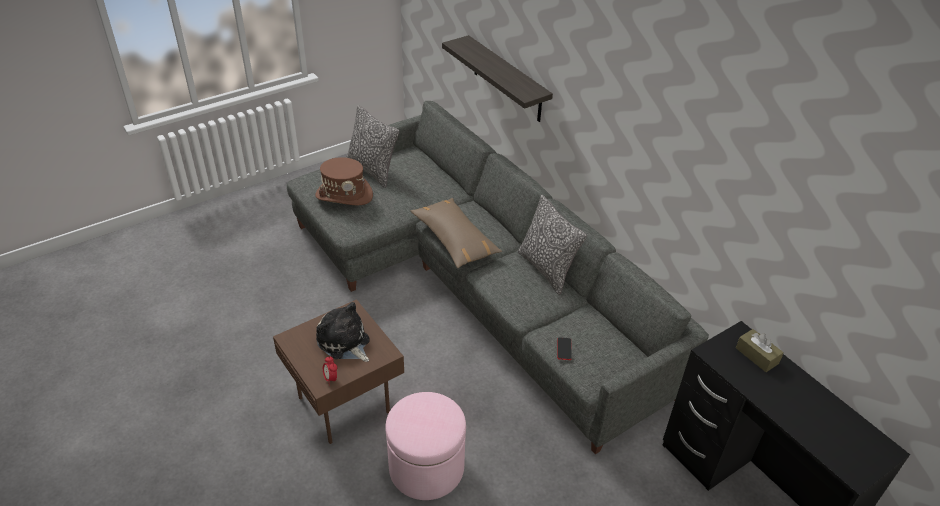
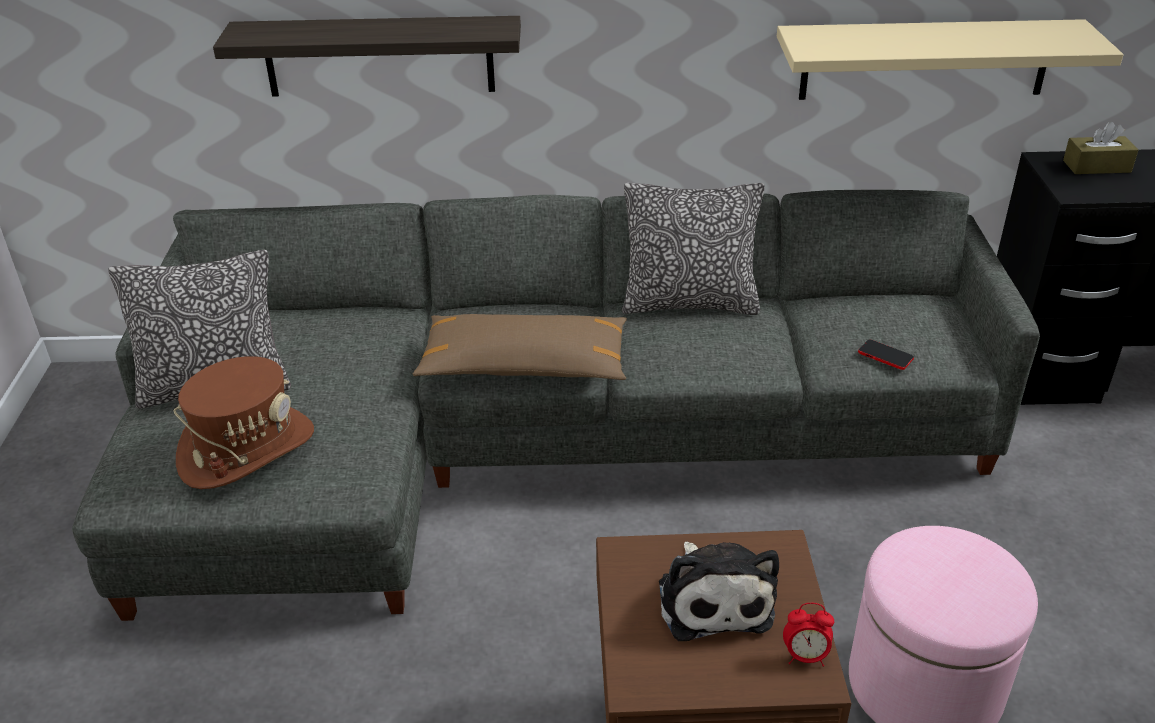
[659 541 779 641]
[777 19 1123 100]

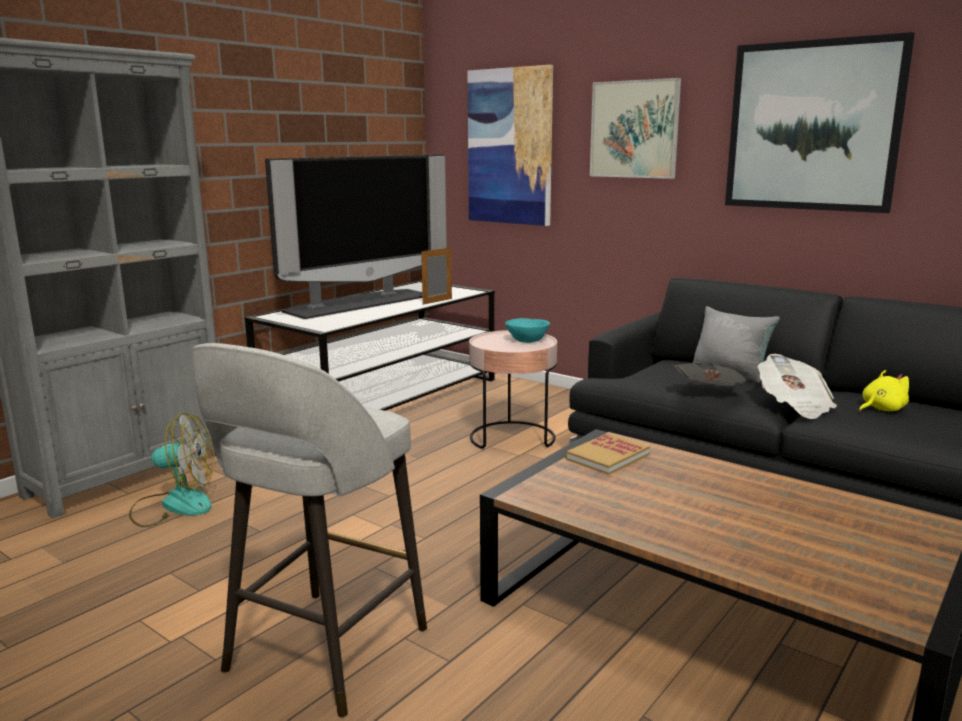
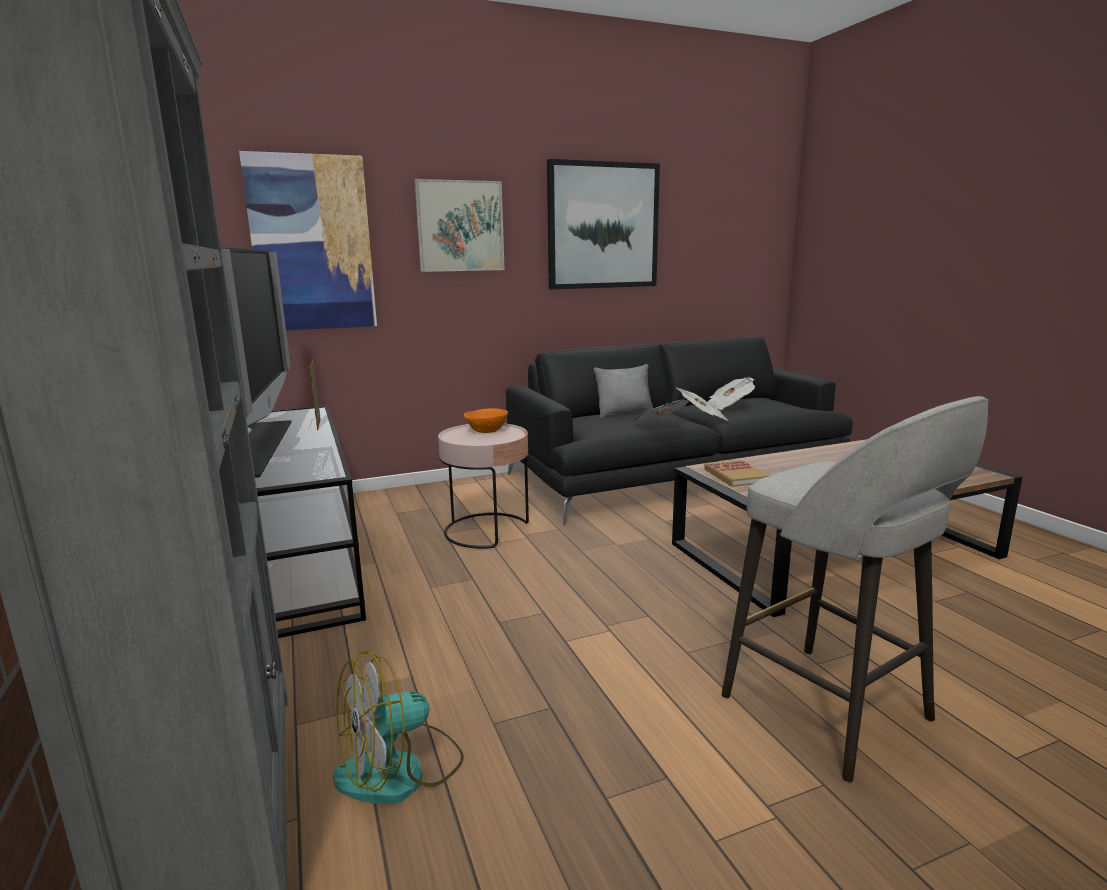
[333 651 464 804]
[464 409 508 433]
[708 377 755 410]

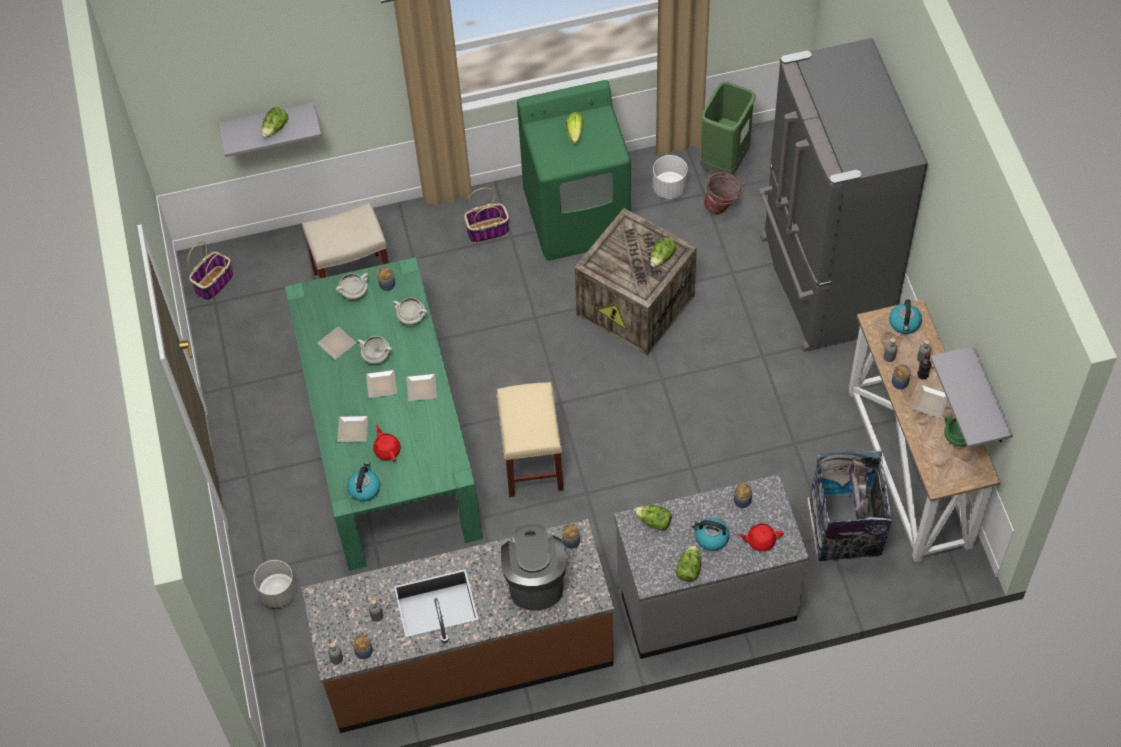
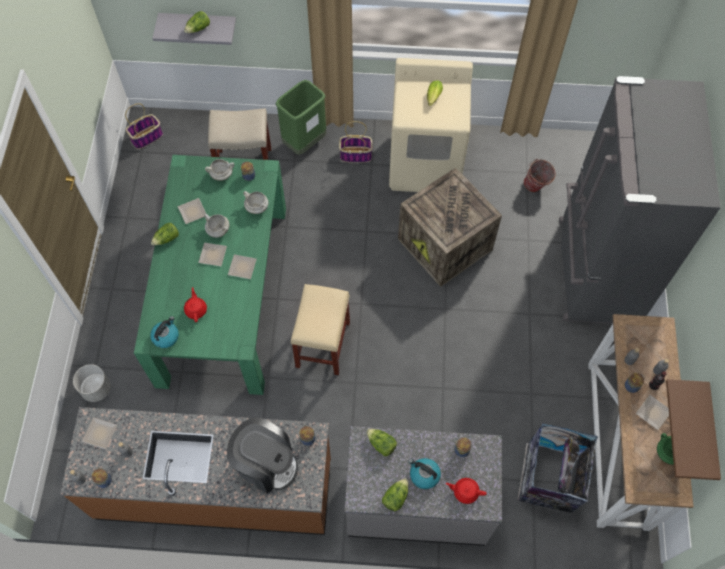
[82 417 117 449]
[227 417 298 494]
[389 58 473 192]
[151 223 179 245]
[653 155 688 199] (first image)
[275 80 326 155]
[889 299 922 334] (first image)
[666 379 721 480]

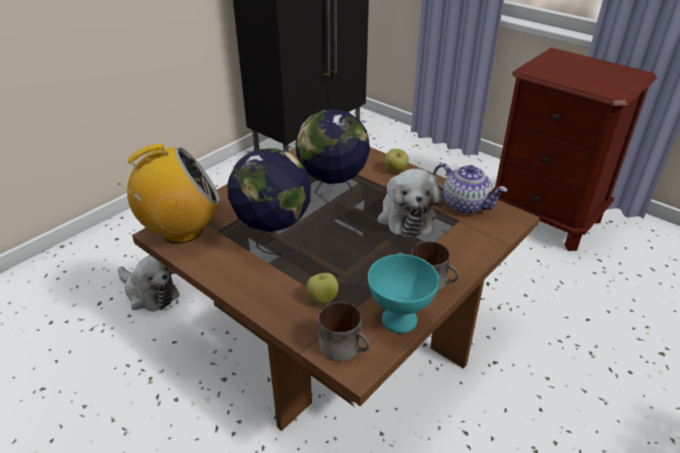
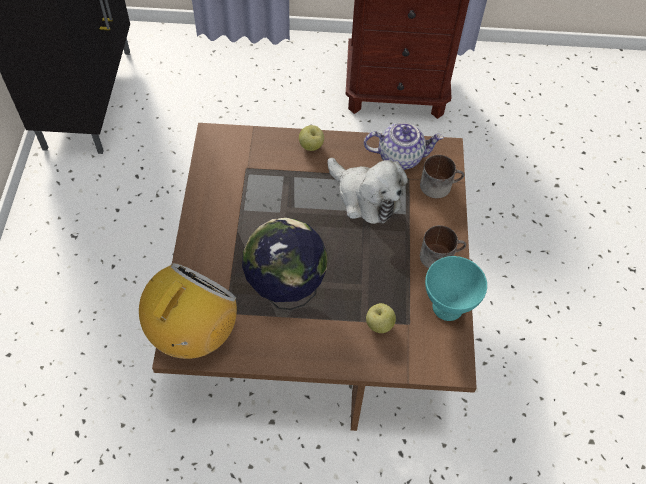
[118 255 180 312] (first image)
[295 109 370 204] (first image)
[420 155 464 198]

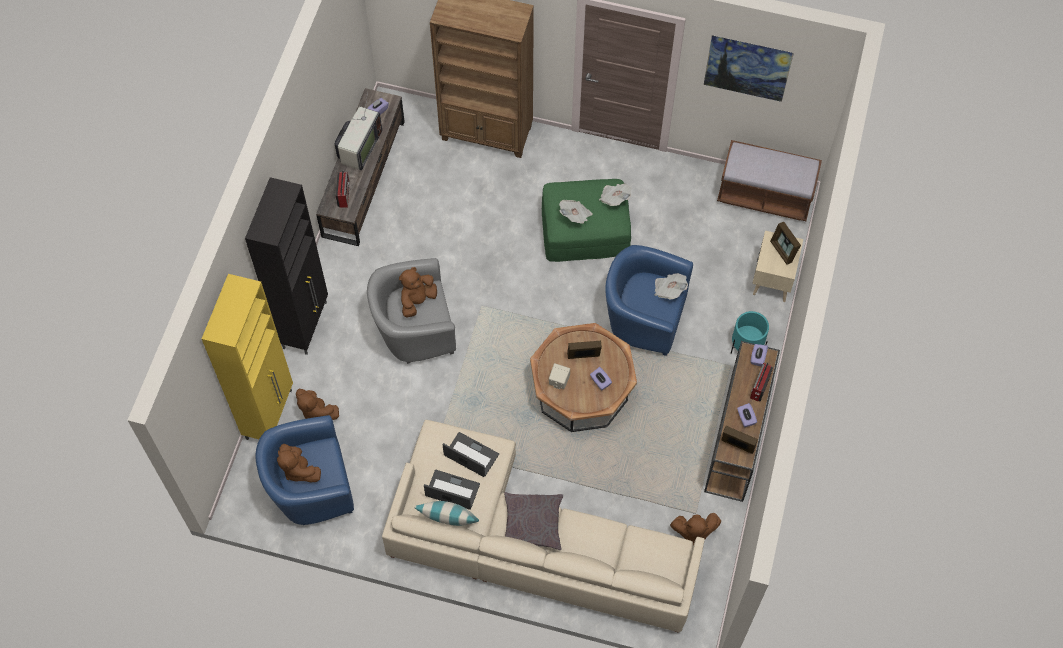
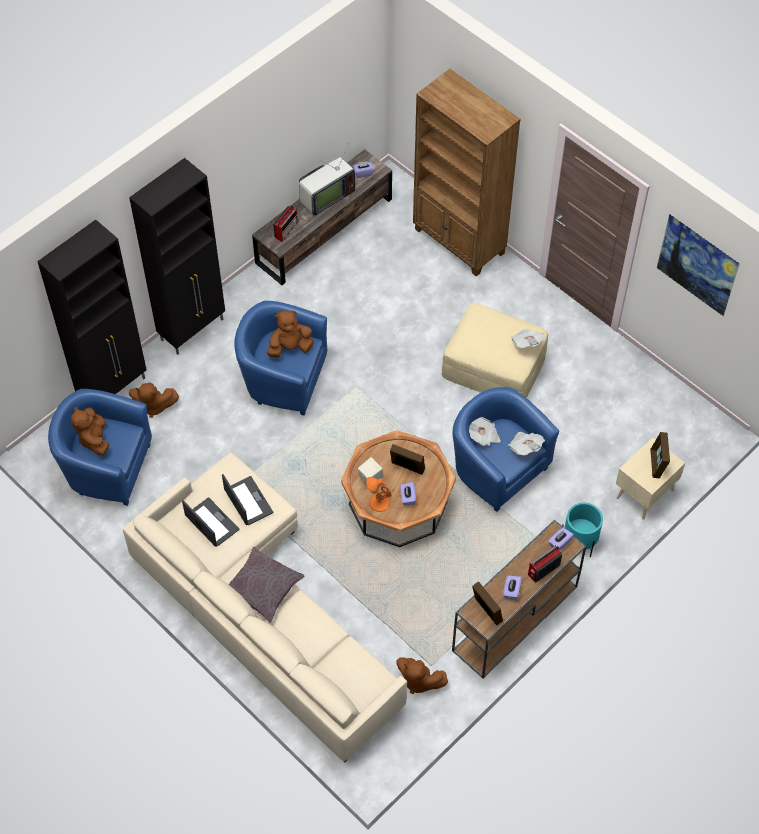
[37 220 147 394]
[129 382 179 418]
[234 301 327 416]
[414 501 479 526] (first image)
[442 303 548 398]
[469 417 501 446]
[717 140 822 221] (first image)
[366 477 392 512]

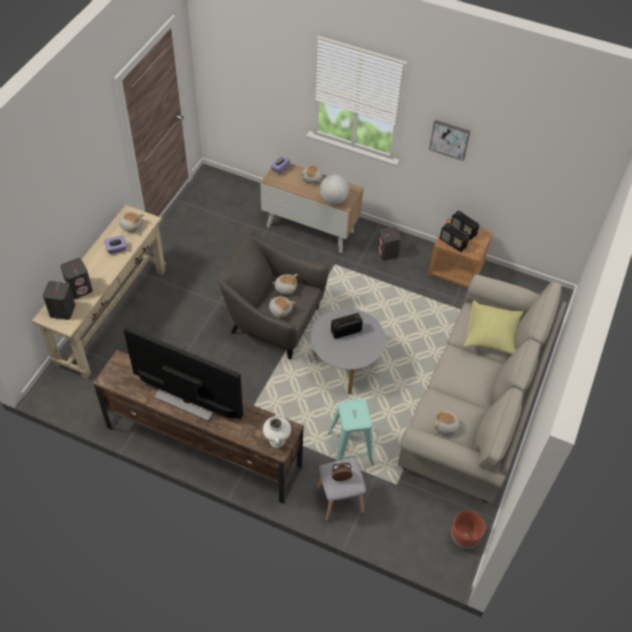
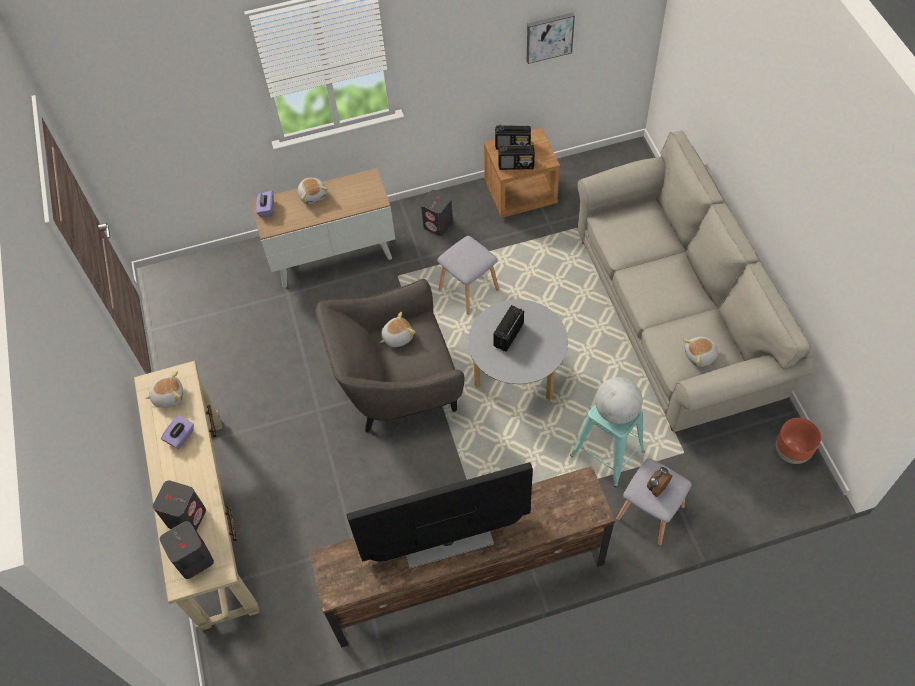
[263 414 291 448] (first image)
[269 296 295 318] (first image)
[595 377 643 424]
[527 13 575 64]
[464 300 523 355] (first image)
[437 236 499 315]

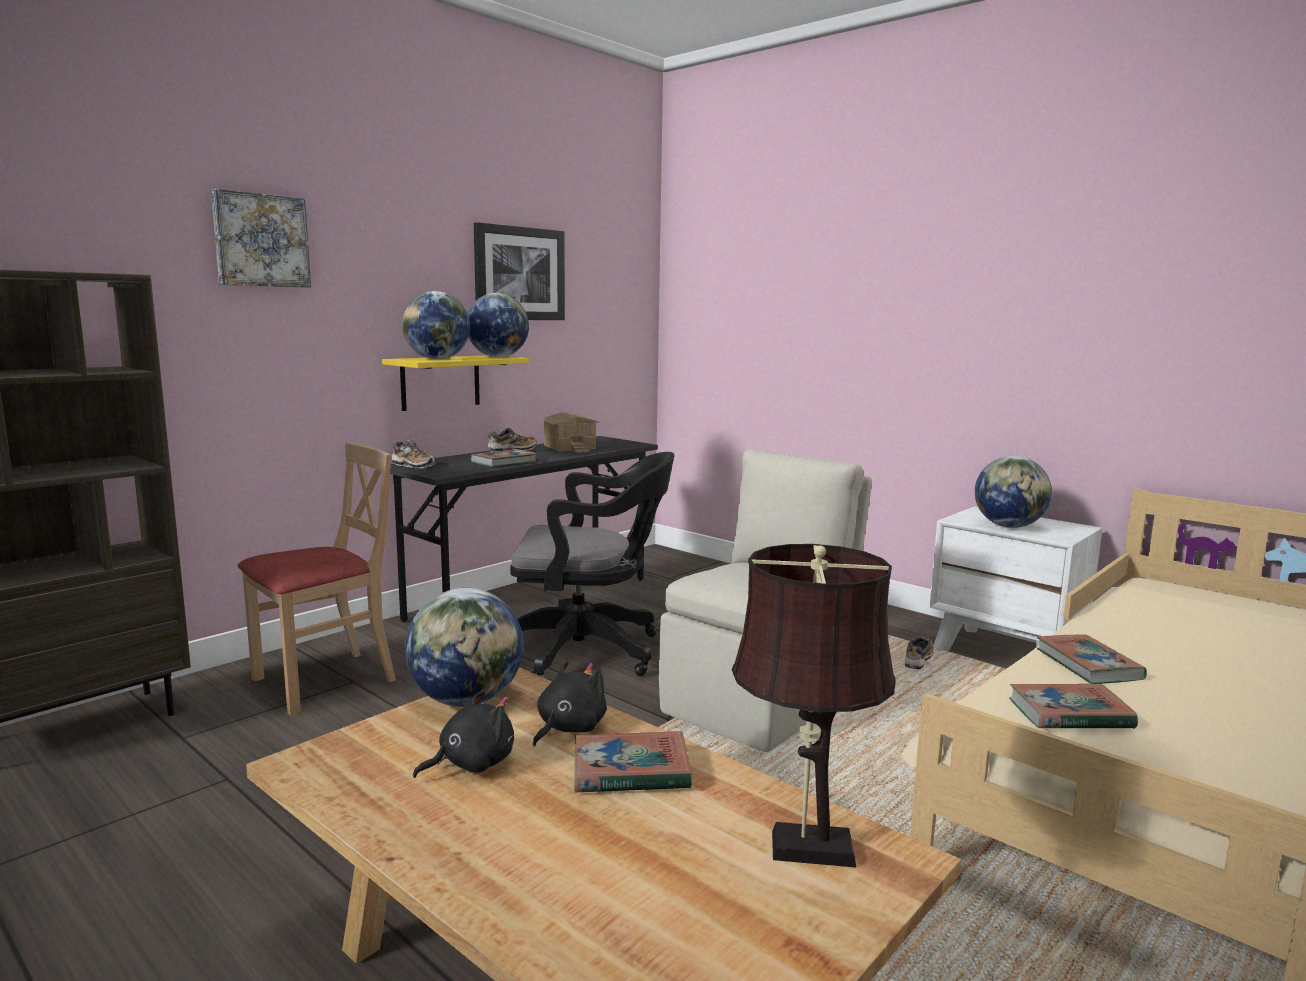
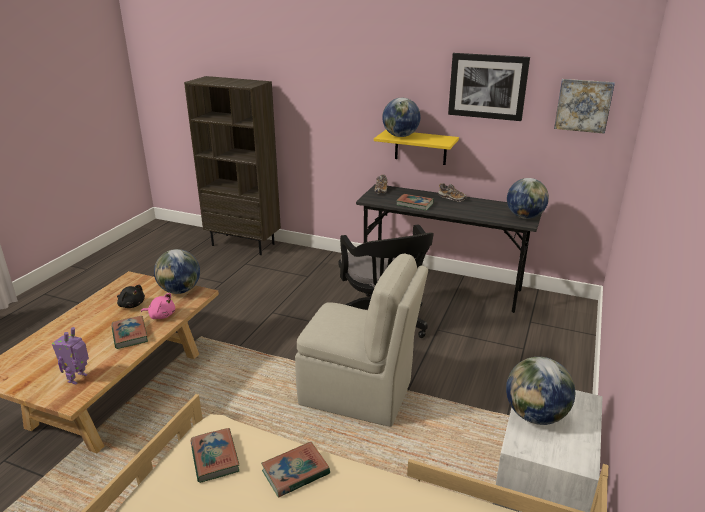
[554 79 615 134]
[237 442 396 716] (first image)
[507 178 549 219]
[141 293 175 319]
[539 412 600 453] (first image)
[52 327 89 385]
[905 637 934 670] (first image)

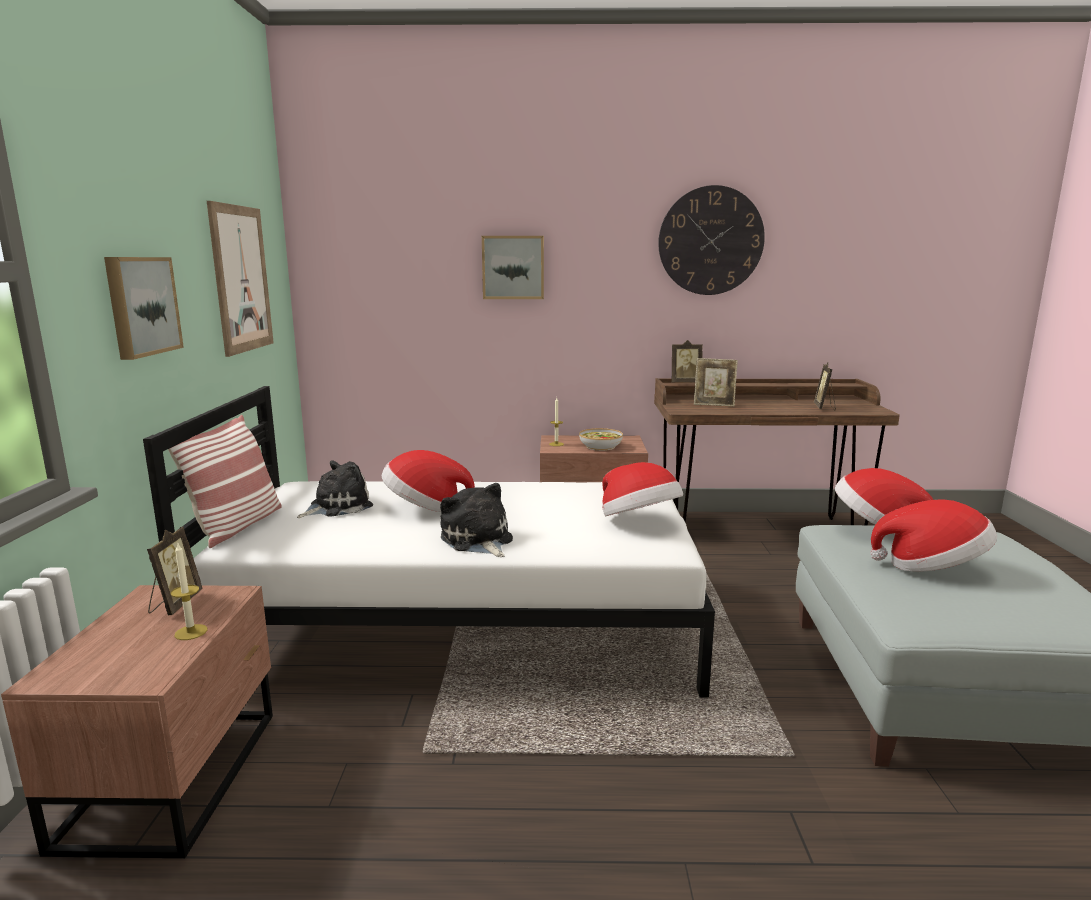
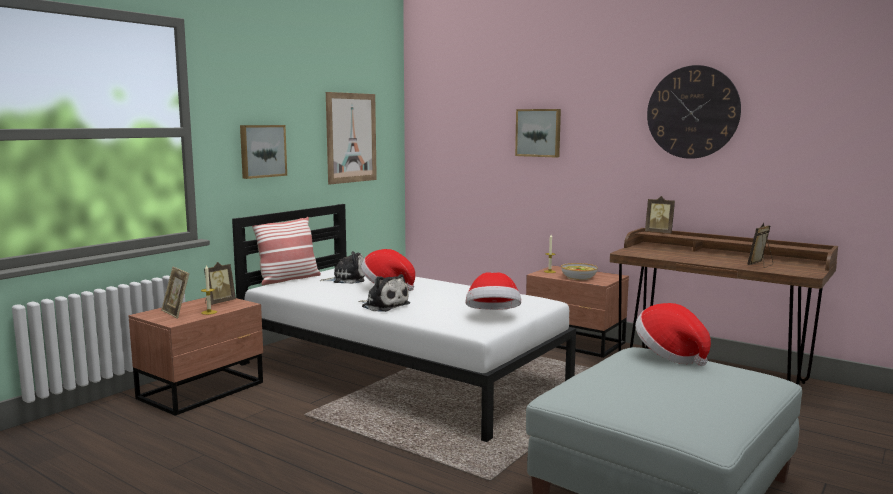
[358 274 410 312]
[161 266 189 318]
[870 499 997 572] (first image)

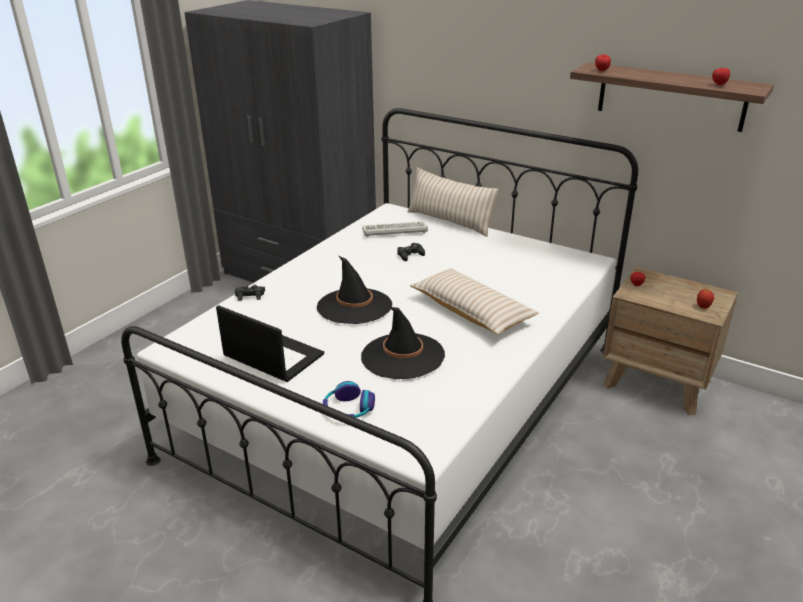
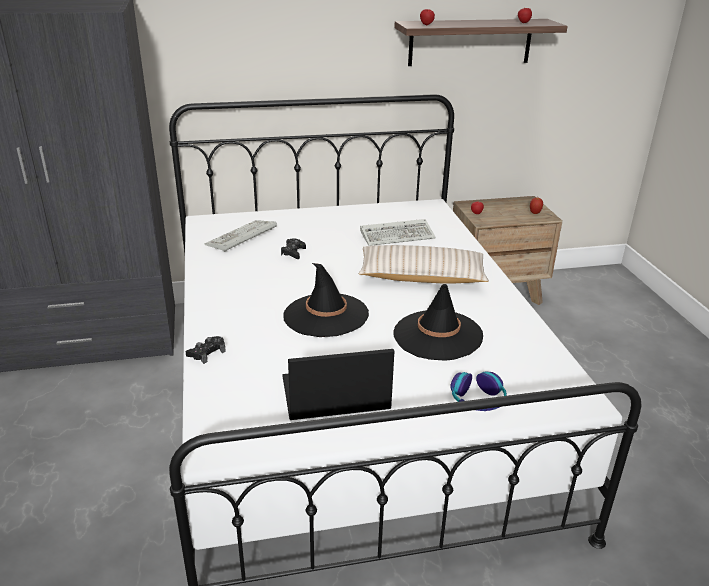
[407 167 499 237] (first image)
[360 219 436 246]

